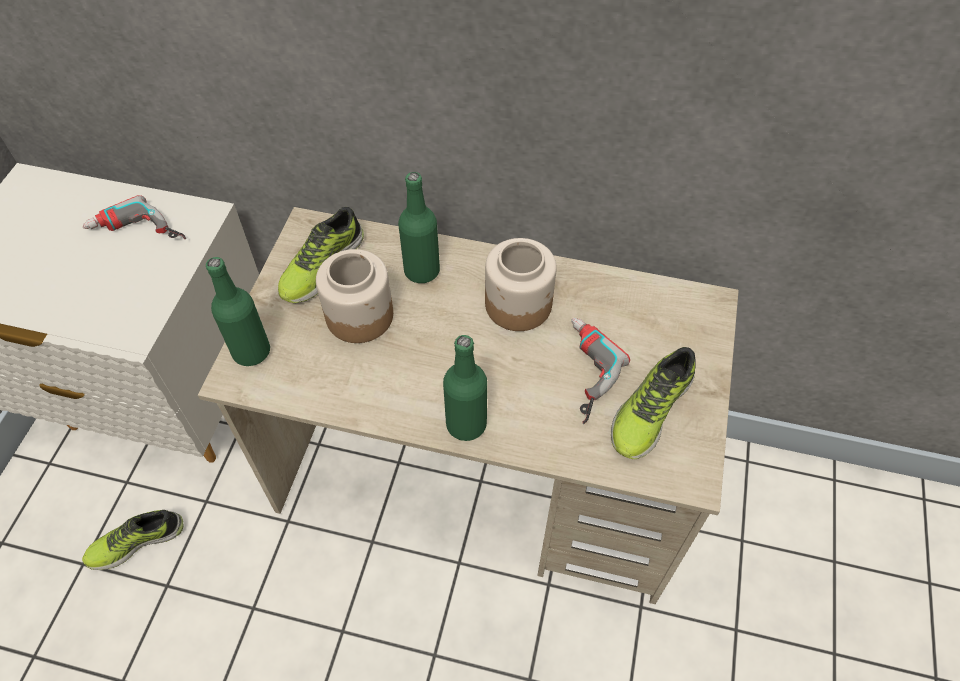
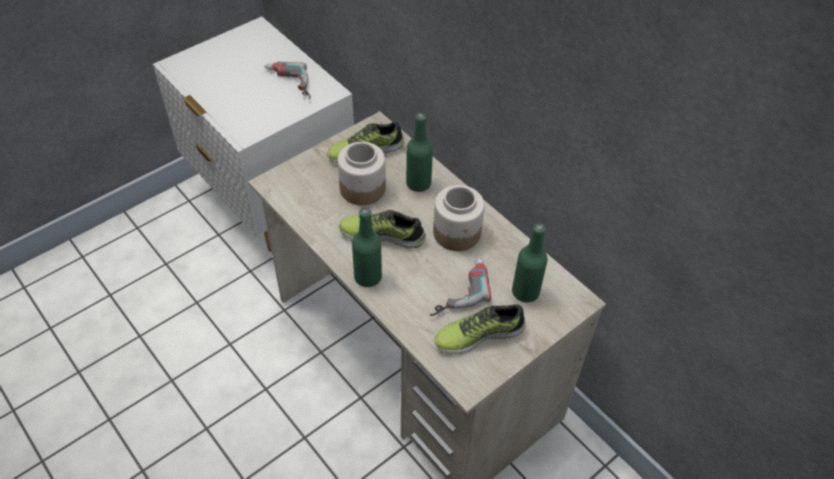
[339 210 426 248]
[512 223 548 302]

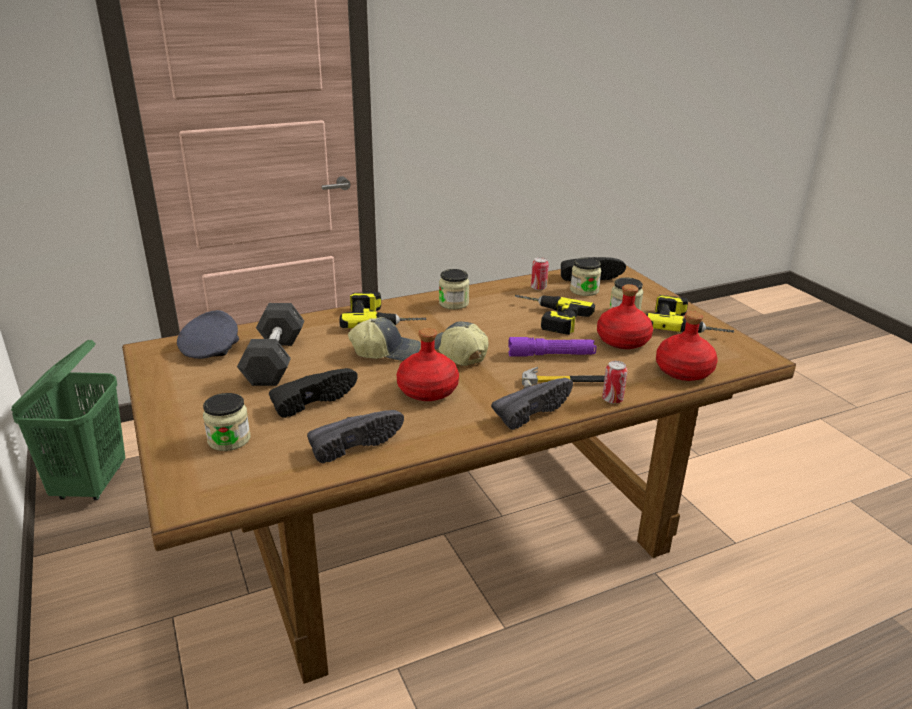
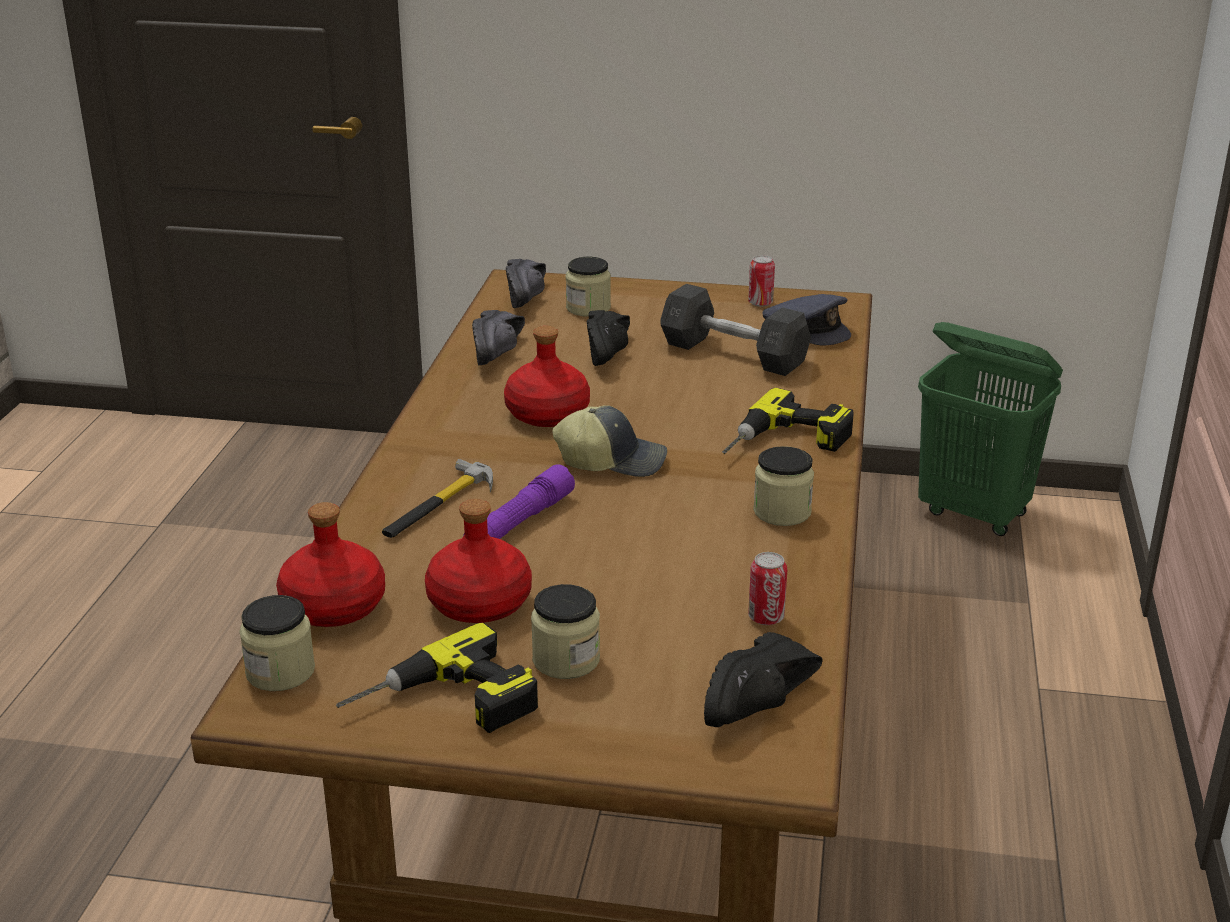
[348 317 421 361] (first image)
[506 259 546 308]
[515 295 595 335] (first image)
[239 595 315 691]
[748 255 775 307]

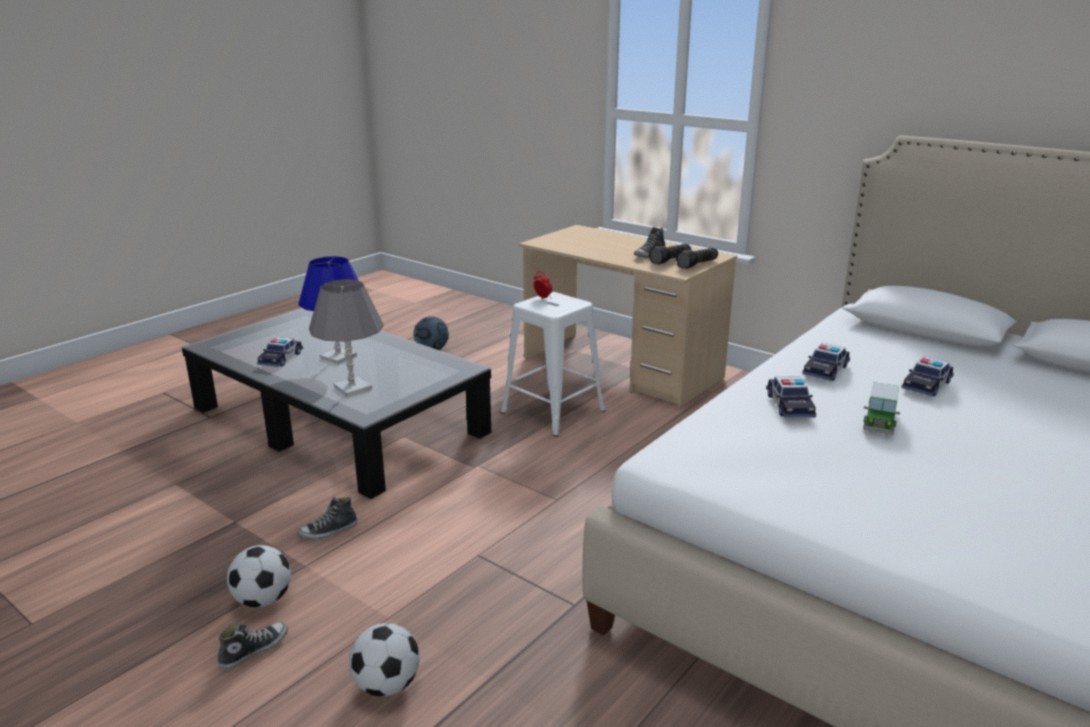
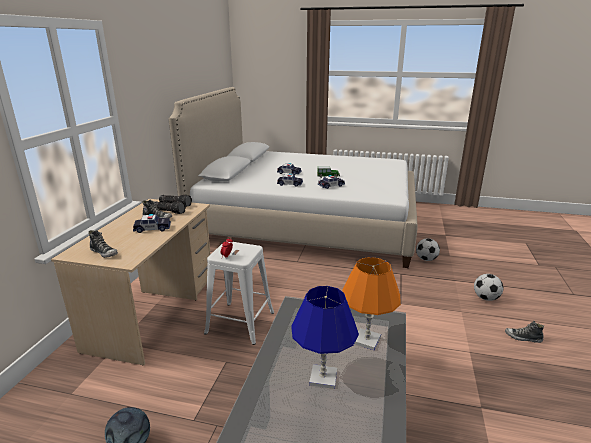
[416 238 440 261]
[133 214 171 233]
[88 230 118 258]
[342 257 401 350]

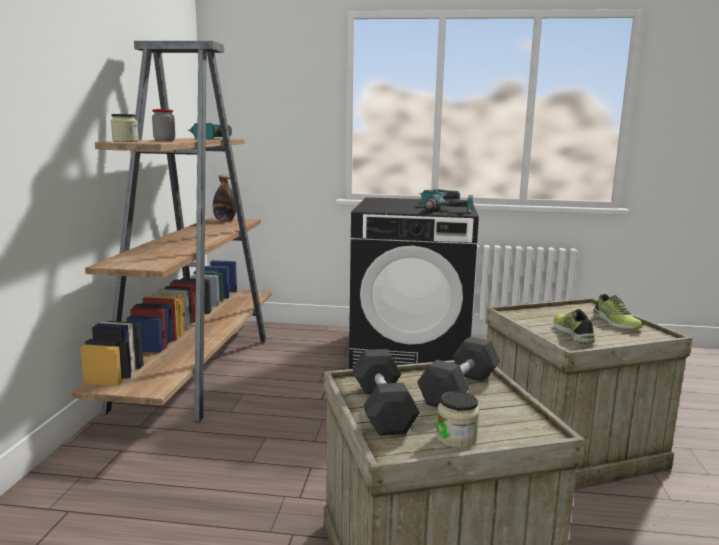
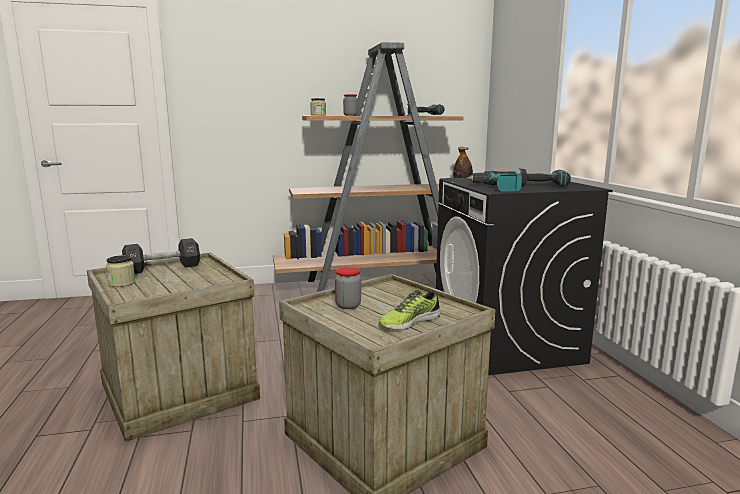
[417 336 500 408] (first image)
[335 267 361 309]

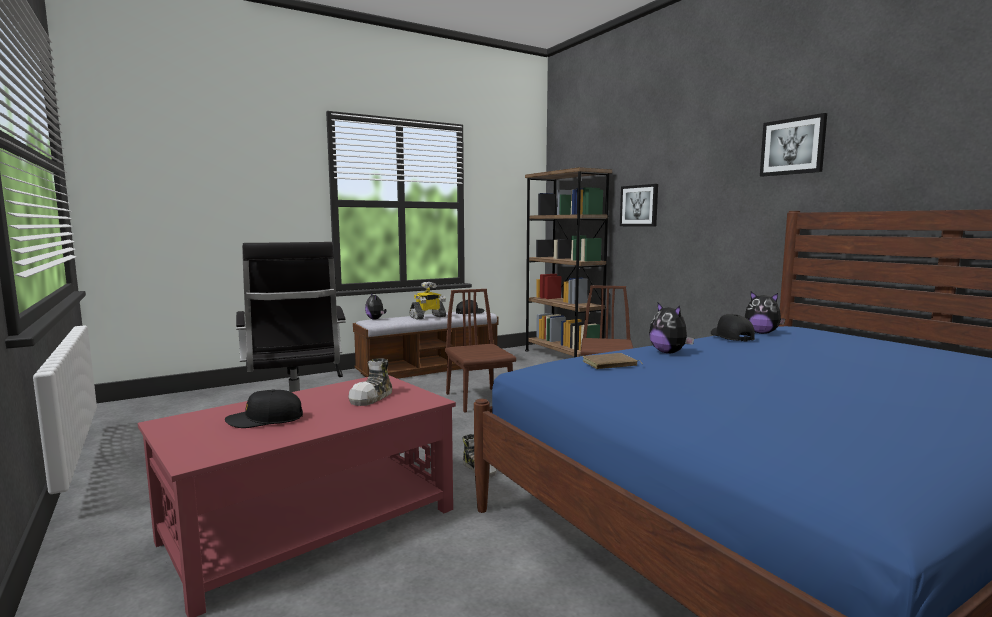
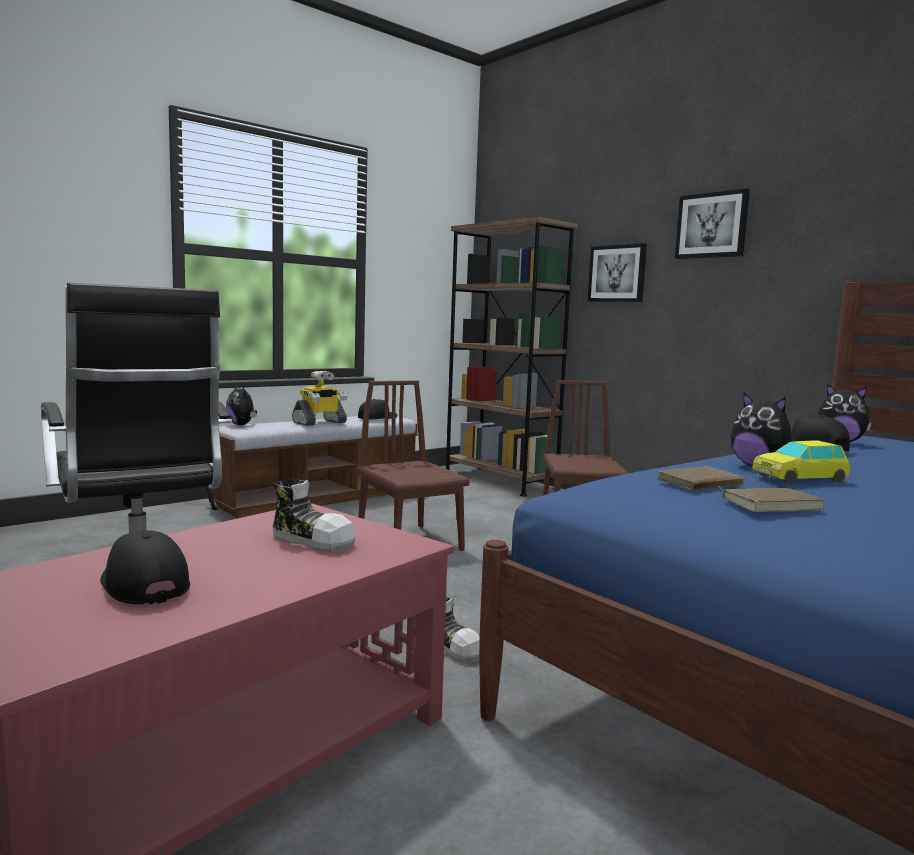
[100 530 190 605]
[272 480 356 553]
[675 188 750 259]
[715 486 825 512]
[752 440 851 484]

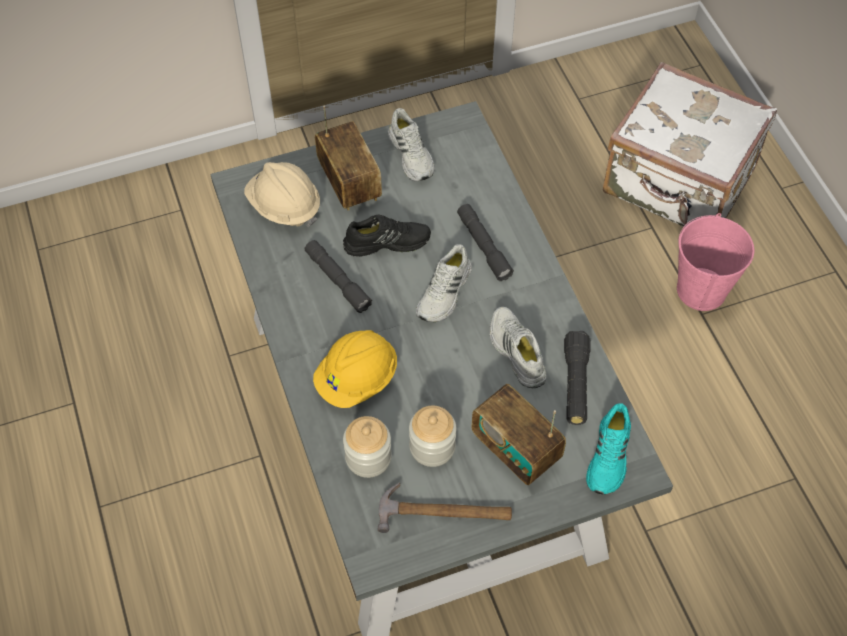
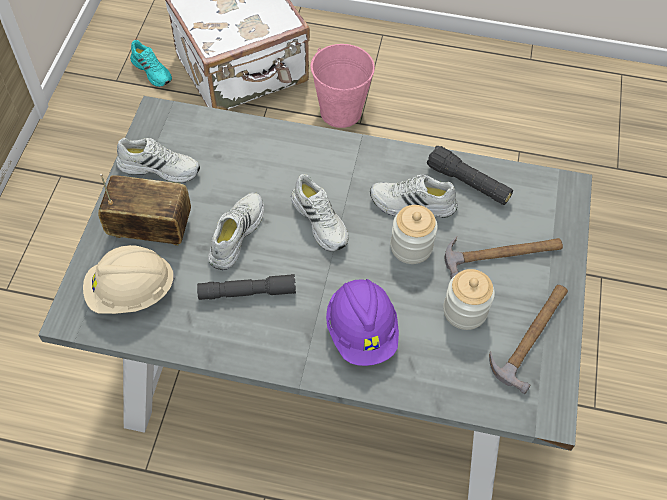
[326 279 399 366]
[208 192 264 270]
[390 205 438 264]
[457 204 514 281] (first image)
[444 236 563 279]
[130 40 172 87]

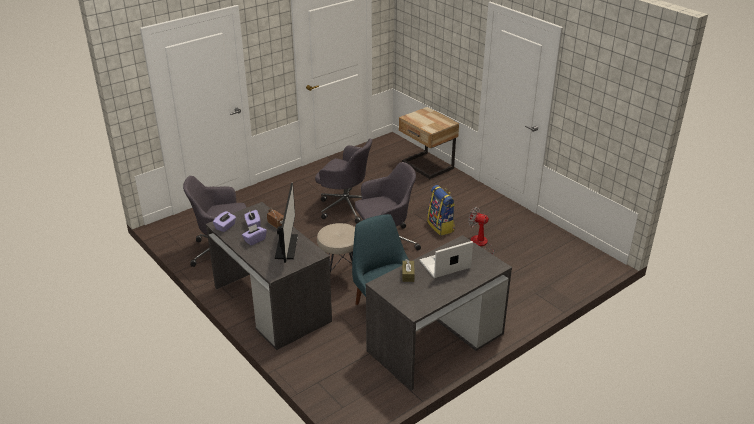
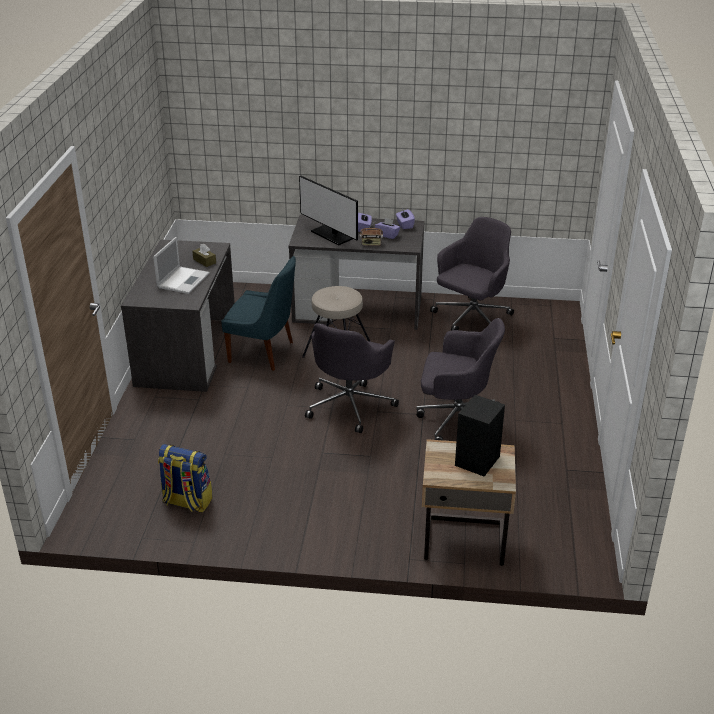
[417 318 505 440]
[158 444 212 513]
[468 207 495 255] (first image)
[455 395 505 476]

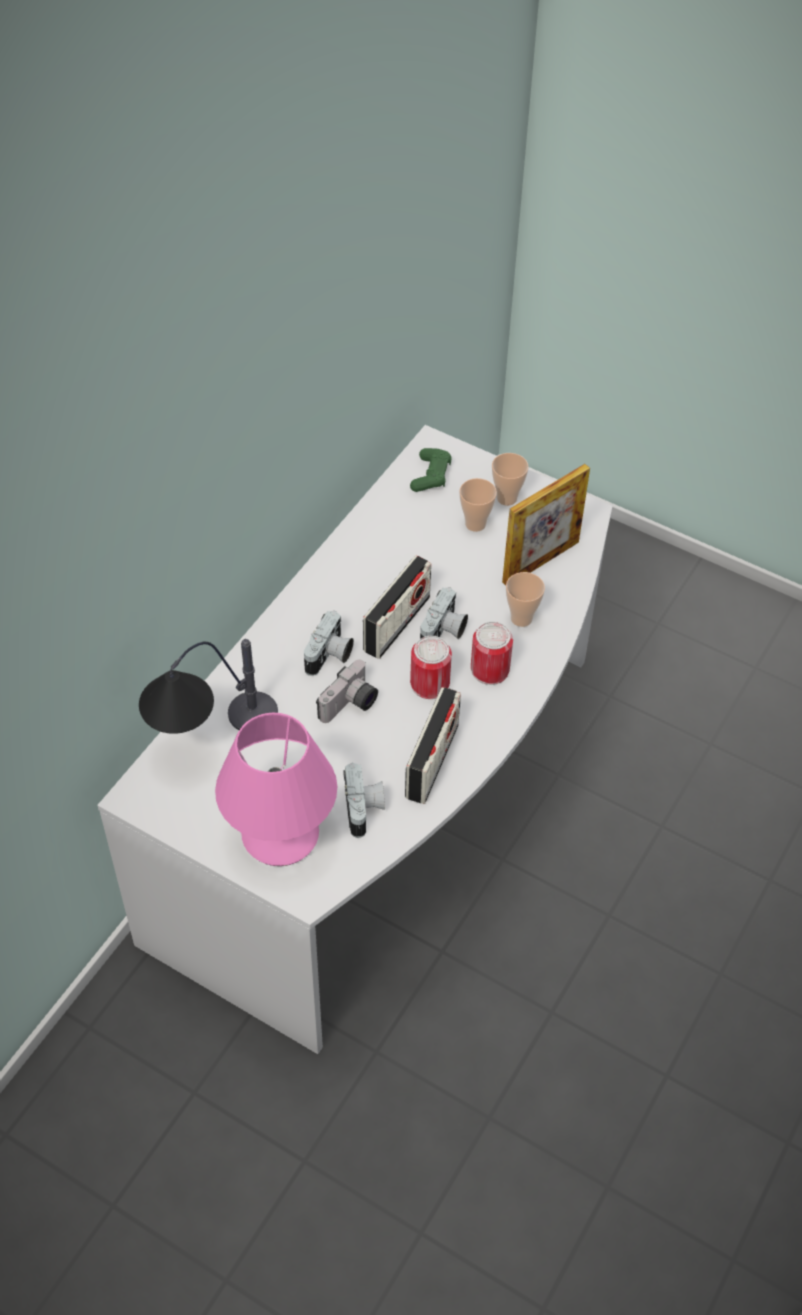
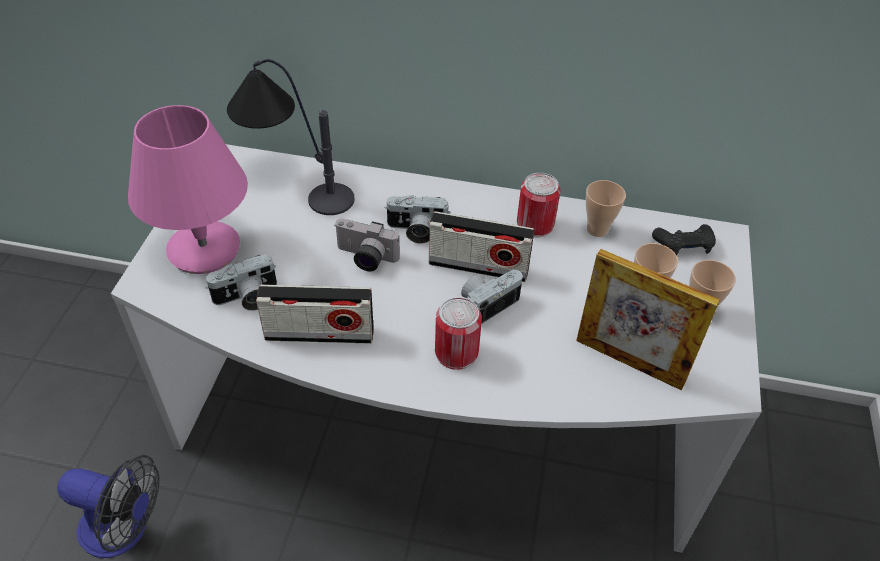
[652 224 716 255]
[517 173 561 237]
[461 270 523 324]
[586 180 626 237]
[57 455 160 558]

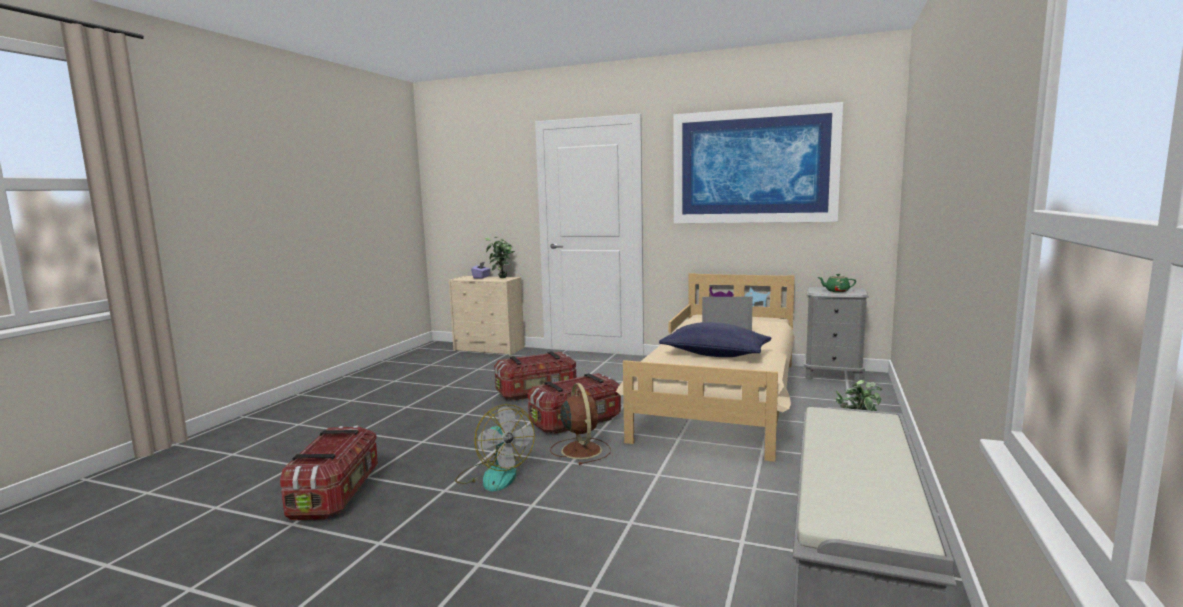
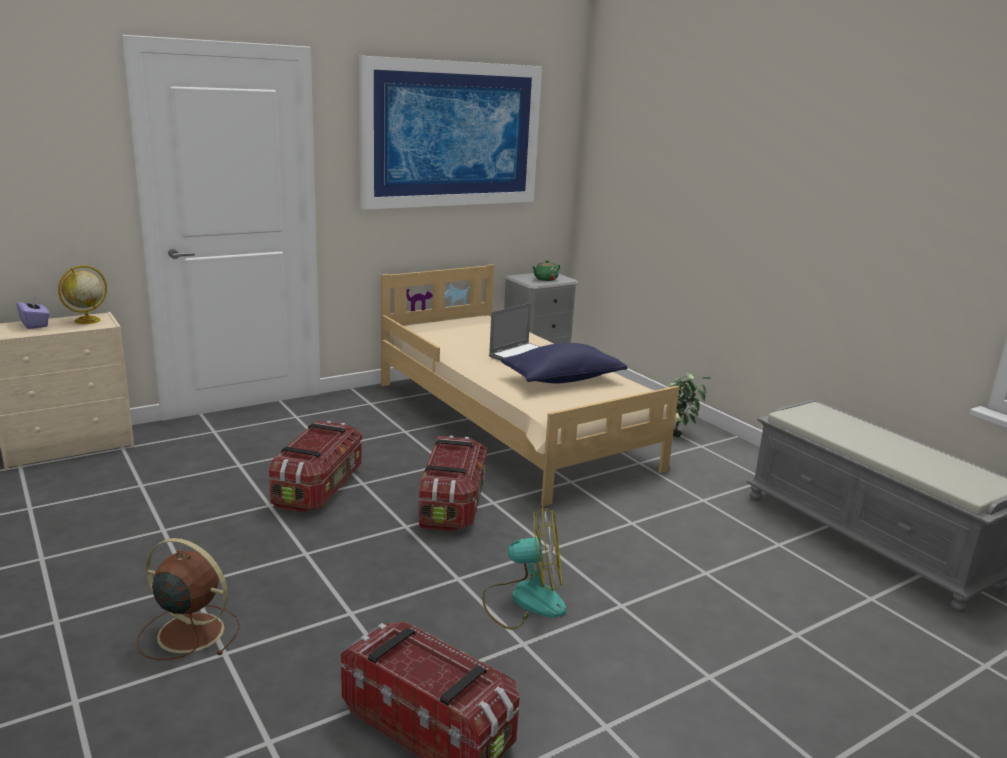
[58 265 107 324]
[137 538 240 660]

